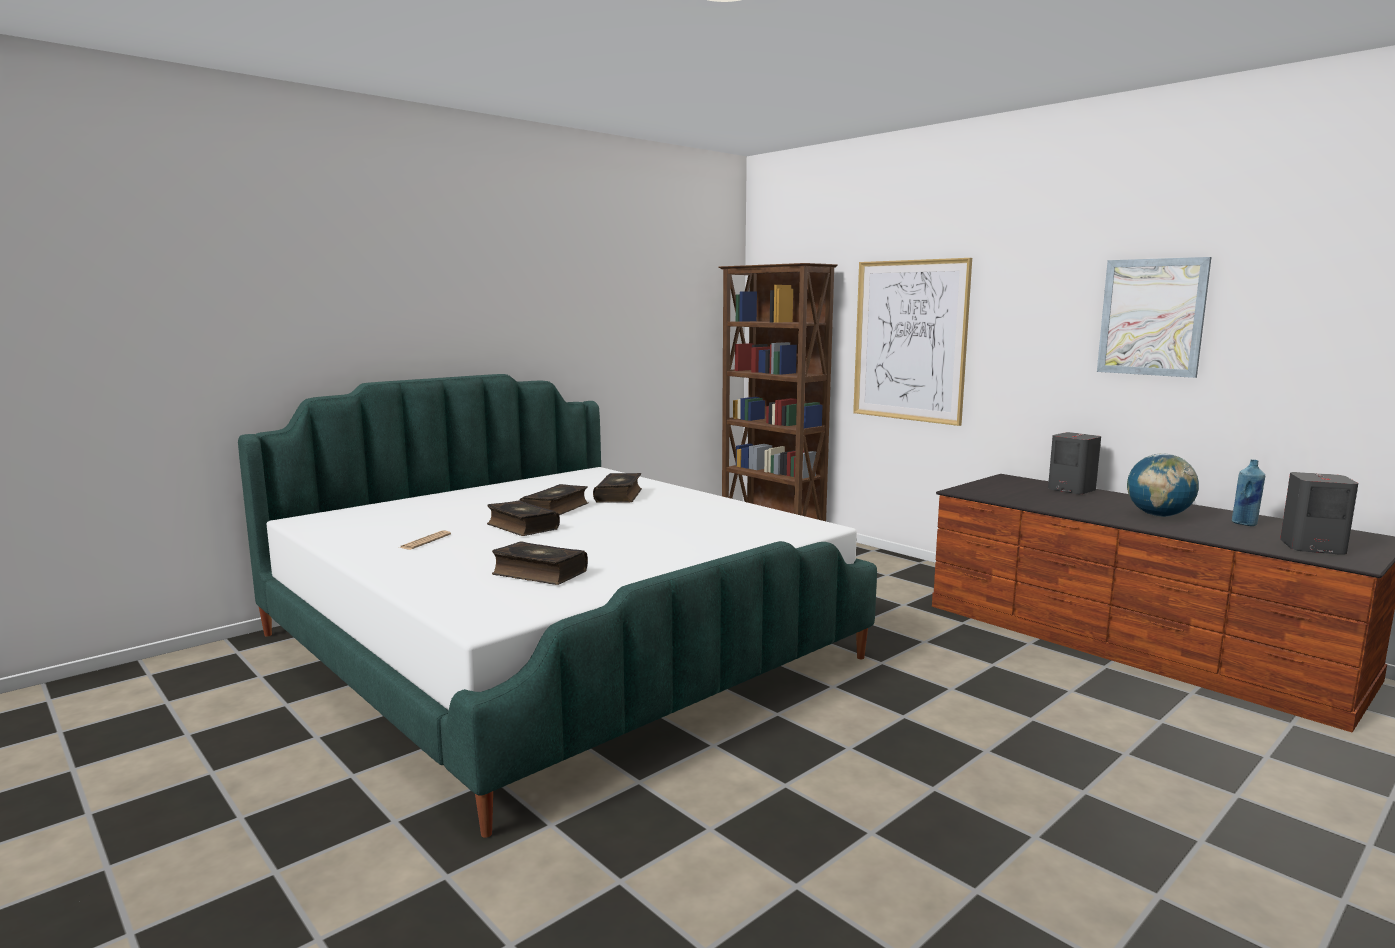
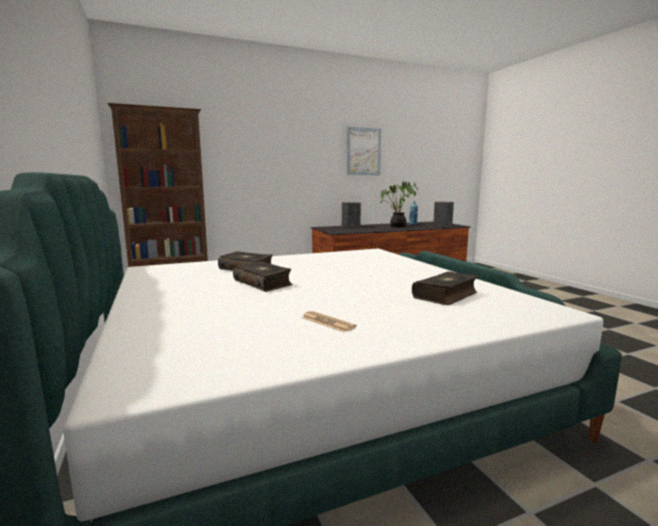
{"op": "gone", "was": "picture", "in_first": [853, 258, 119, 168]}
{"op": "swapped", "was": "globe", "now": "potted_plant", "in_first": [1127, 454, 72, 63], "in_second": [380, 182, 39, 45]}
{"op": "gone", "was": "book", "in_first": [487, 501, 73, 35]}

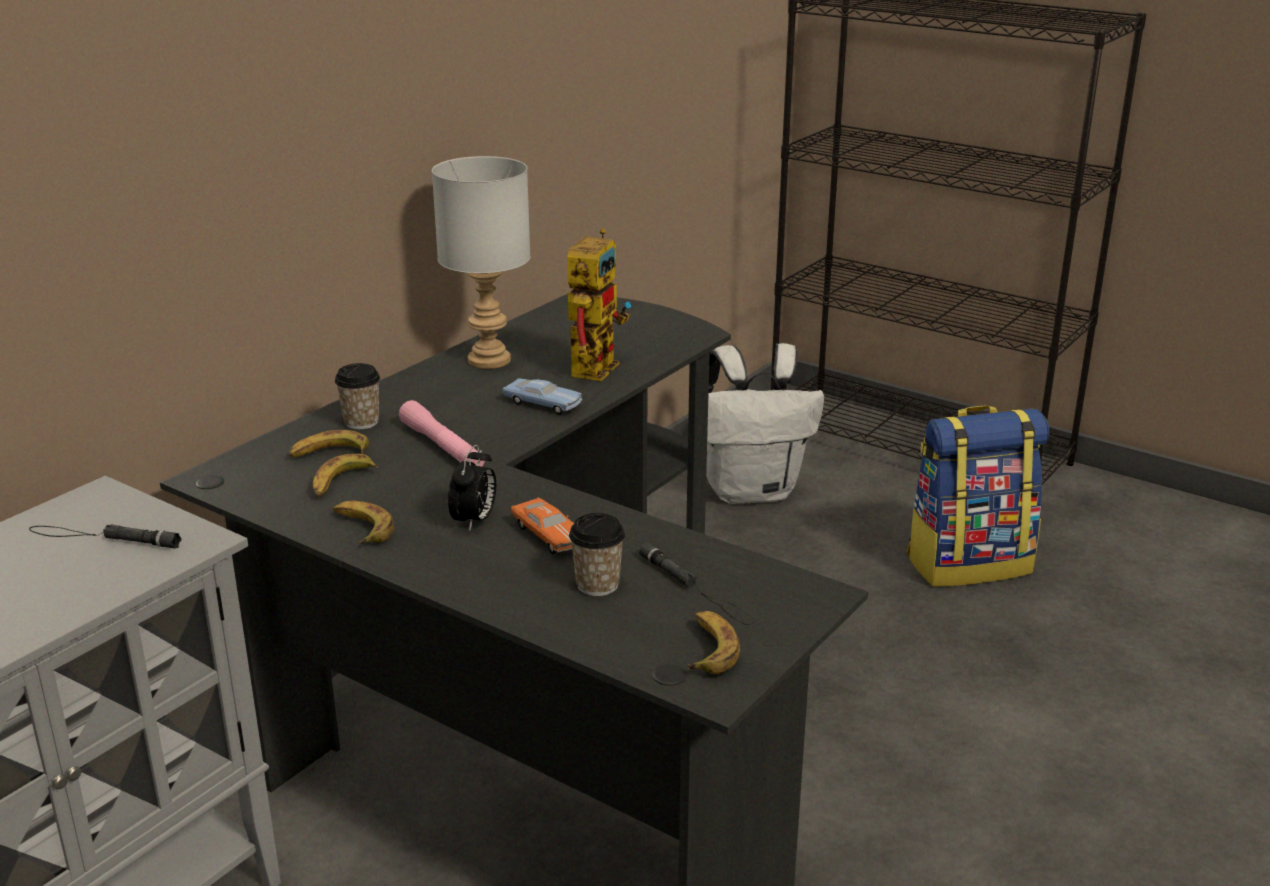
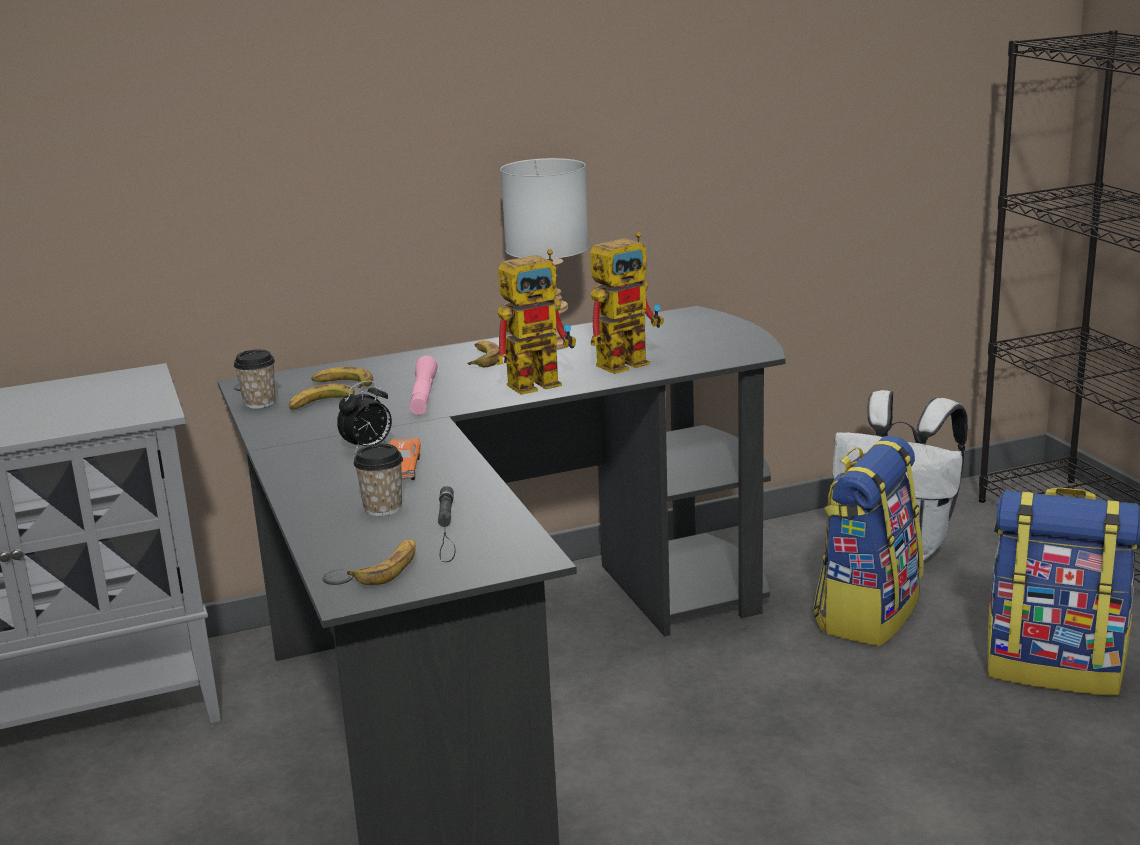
{"op": "shifted", "was": "cup", "in_first": [335, 363, 45, 66], "in_second": [234, 349, 41, 60]}
{"op": "swapped", "was": "blue_toy_car", "now": "toy_robot", "in_first": [502, 378, 80, 37], "in_second": [497, 249, 79, 146]}
{"op": "shifted", "was": "banana", "in_first": [333, 501, 61, 43], "in_second": [467, 341, 32, 26]}
{"op": "gone", "was": "black_flashlight", "in_first": [29, 524, 152, 24]}
{"op": "new", "now": "backpack", "in_second": [813, 436, 110, 210]}

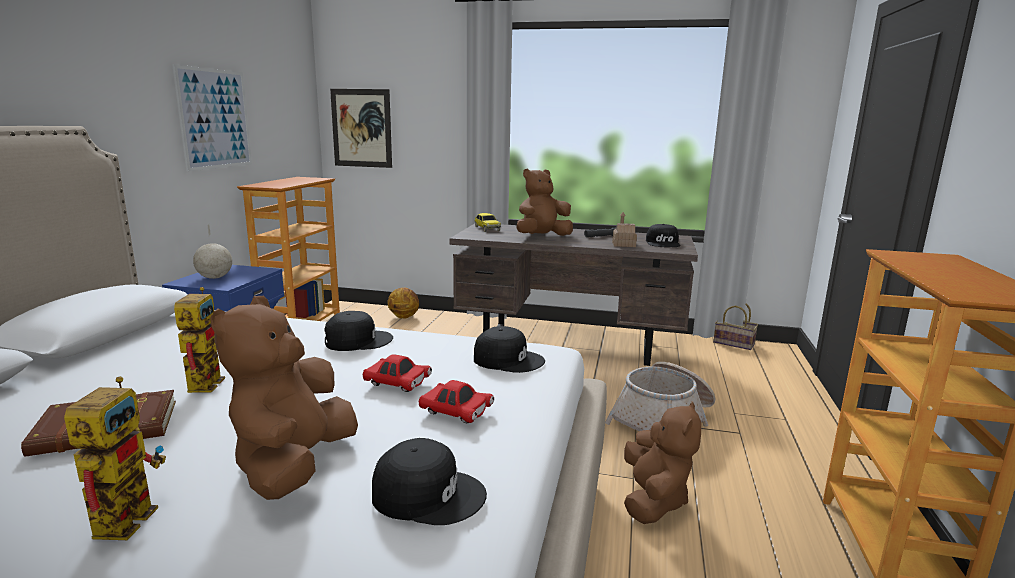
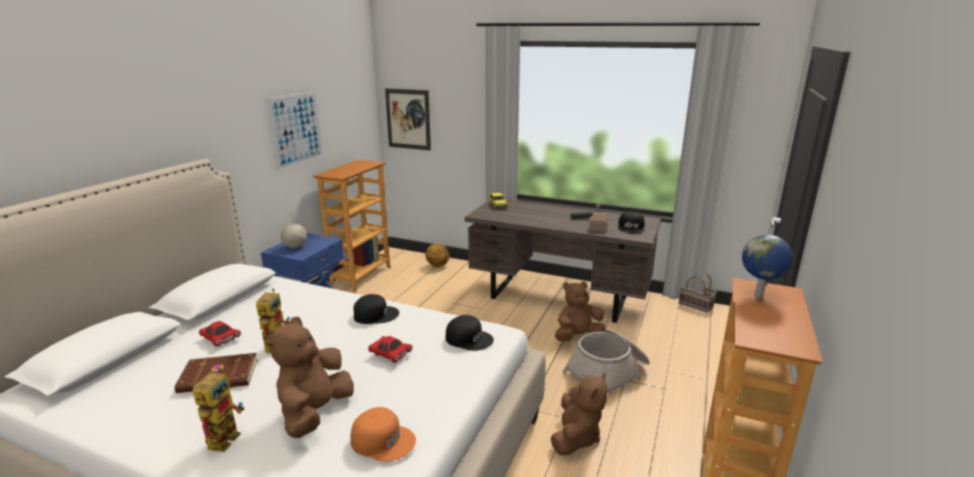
{"op": "shifted", "was": "brown_plush_toy", "in_first": [517, 169, 56, 67], "in_second": [555, 281, 50, 60]}
{"op": "shifted", "was": "red_toy_car", "in_first": [419, 380, 75, 43], "in_second": [199, 321, 42, 25]}
{"op": "repainted", "was": "black_cap", "now": "orange_cap", "in_first": [372, 438, 115, 87], "in_second": [350, 407, 66, 55]}
{"op": "new", "now": "globe", "in_second": [742, 235, 51, 63]}

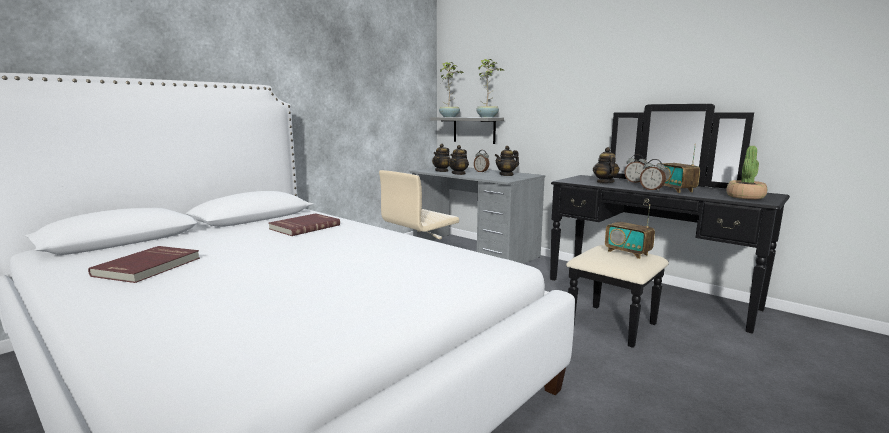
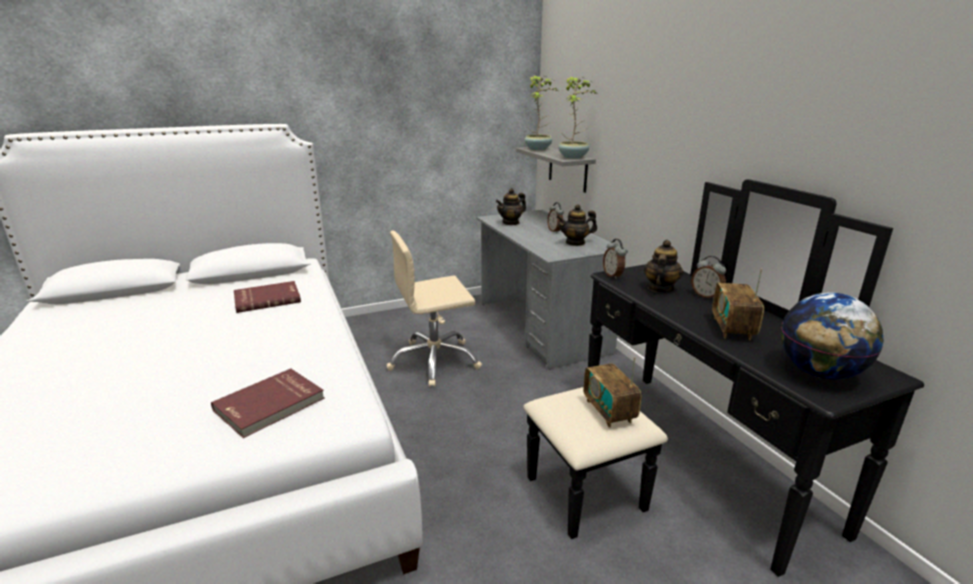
{"op": "gone", "was": "teapot", "in_first": [449, 145, 20, 30]}
{"op": "swapped", "was": "potted_plant", "now": "globe", "in_first": [726, 146, 41, 53], "in_second": [781, 292, 103, 87]}
{"op": "shifted", "was": "alarm_clock", "in_first": [640, 159, 26, 32], "in_second": [603, 239, 23, 40]}
{"op": "shifted", "was": "red_book", "in_first": [88, 246, 112, 37], "in_second": [211, 369, 114, 69]}

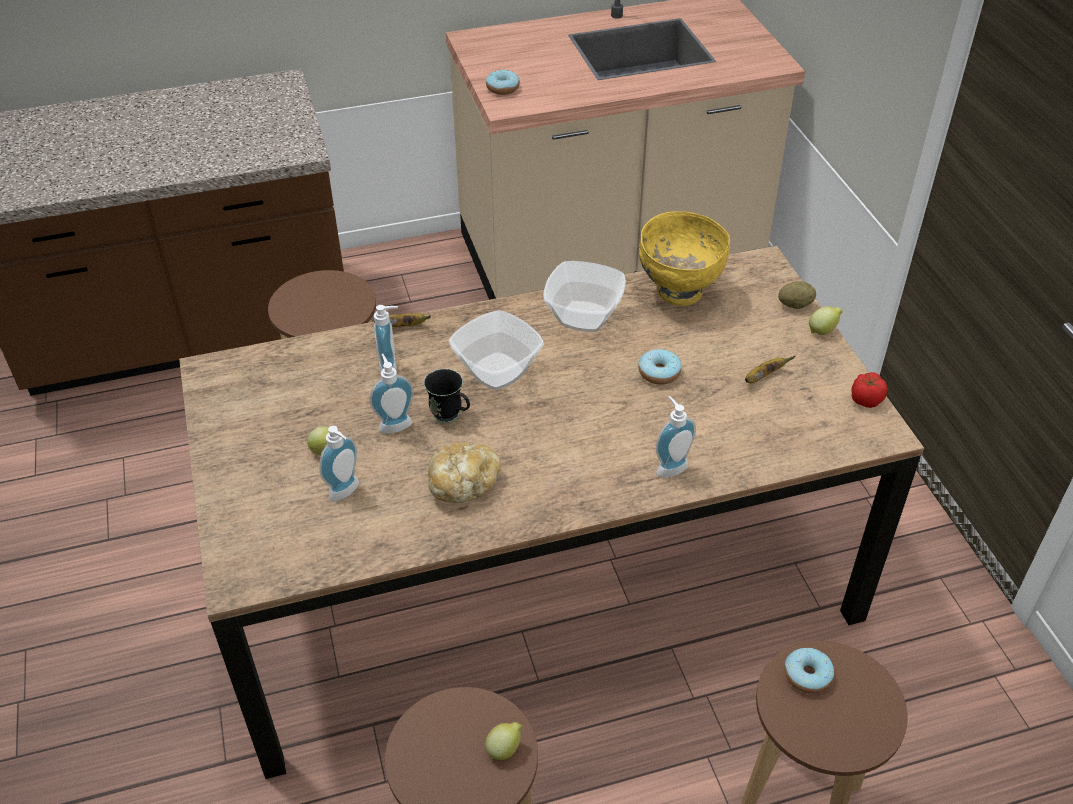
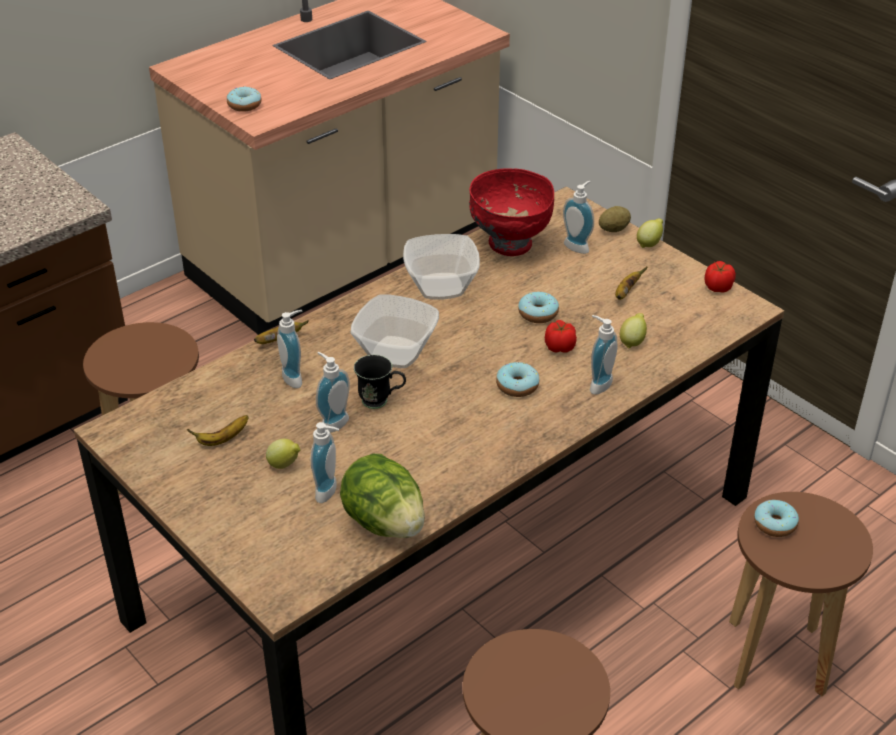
{"op": "repainted", "was": "yellow_bowl", "now": "red_bowl", "in_first": [639, 211, 91, 95], "in_second": [469, 168, 85, 88]}
{"op": "gone", "was": "bread", "in_first": [428, 442, 73, 61]}
{"op": "shifted", "was": "lemon", "in_first": [485, 722, 37, 38], "in_second": [620, 313, 27, 36]}
{"op": "new", "now": "soap_dispenser", "in_second": [563, 181, 31, 73]}
{"op": "new", "now": "tomato", "in_second": [545, 320, 32, 33]}
{"op": "new", "now": "donut", "in_second": [496, 362, 43, 35]}
{"op": "new", "now": "banana", "in_second": [187, 415, 62, 31]}
{"op": "new", "now": "lettuce", "in_second": [340, 454, 85, 84]}

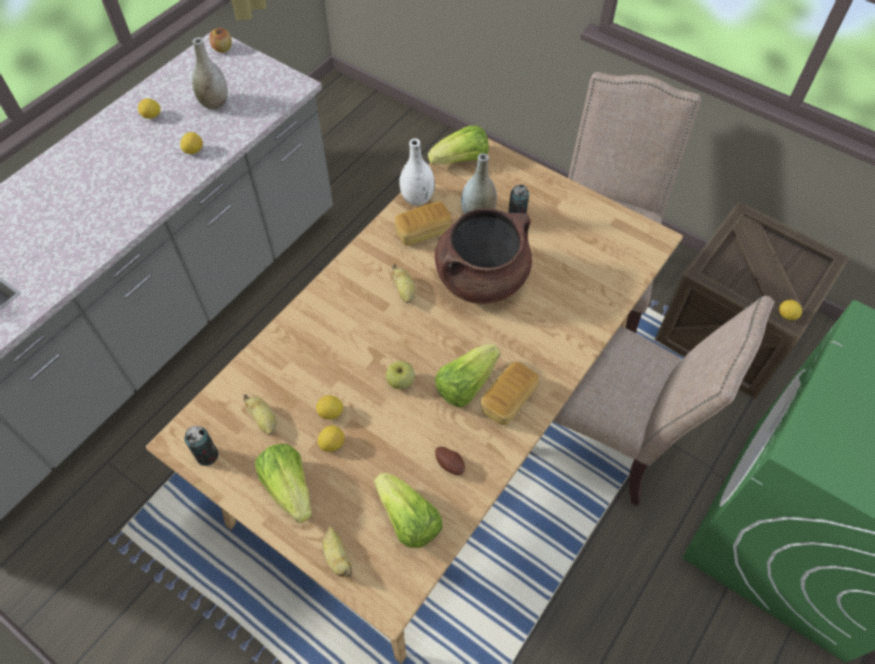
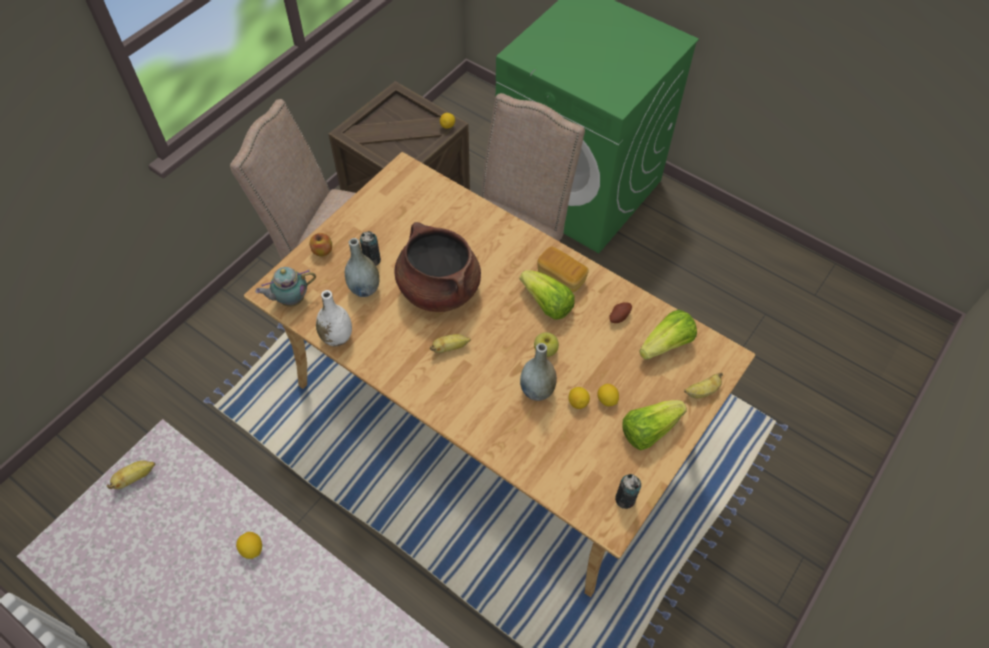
{"op": "shifted", "was": "apple", "in_first": [210, 28, 22, 25], "in_second": [310, 233, 22, 24]}
{"op": "shifted", "was": "grey_vase", "in_first": [192, 37, 36, 73], "in_second": [520, 343, 37, 58]}
{"op": "gone", "was": "lemon", "in_first": [138, 98, 22, 21]}
{"op": "swapped", "was": "lettuce", "now": "teapot", "in_first": [428, 125, 61, 39], "in_second": [255, 267, 61, 40]}
{"op": "gone", "was": "bread", "in_first": [394, 201, 57, 45]}
{"op": "shifted", "was": "banana", "in_first": [243, 394, 33, 42], "in_second": [107, 461, 49, 28]}

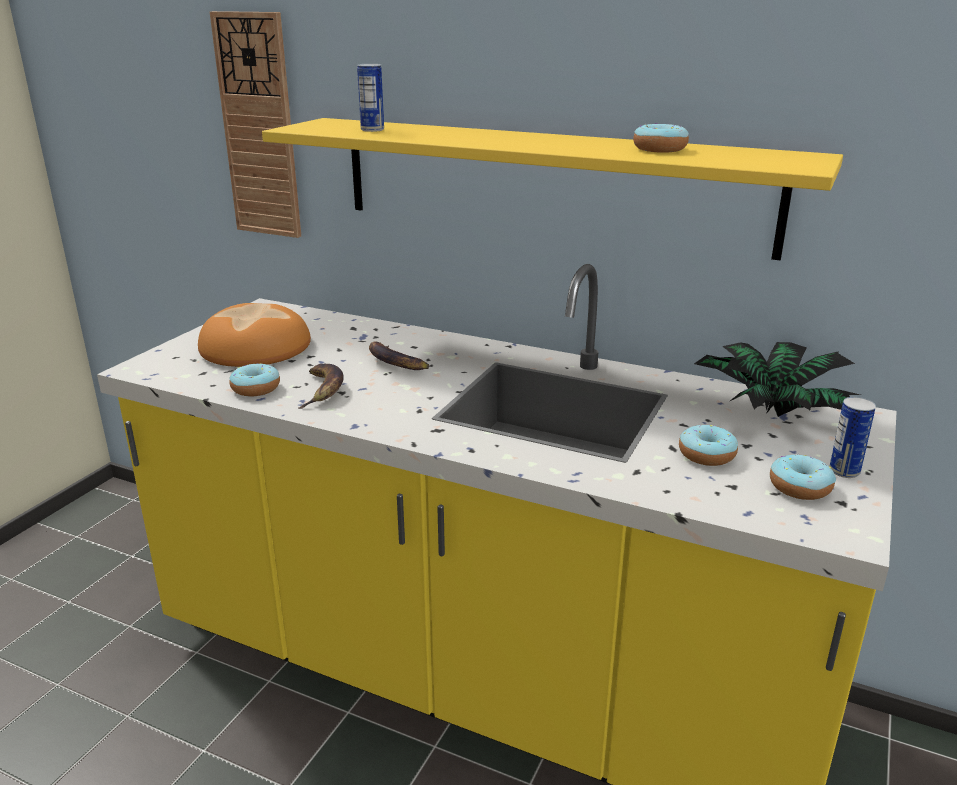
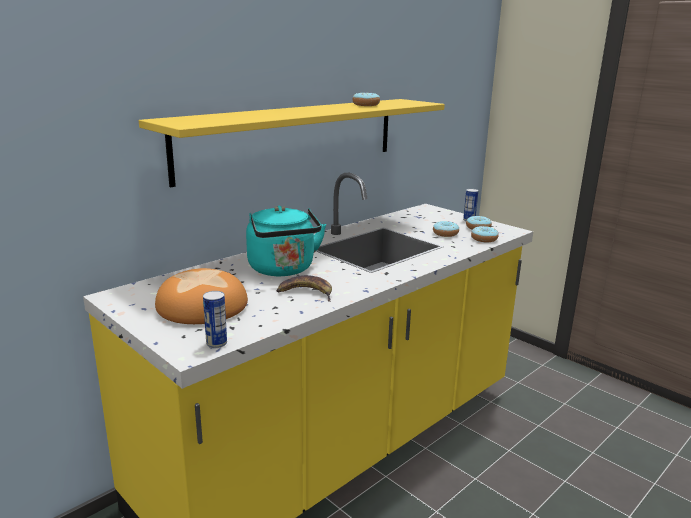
{"op": "gone", "was": "wall_clock", "in_first": [210, 11, 91, 227]}
{"op": "shifted", "was": "can", "in_first": [357, 64, 27, 68], "in_second": [203, 291, 24, 57]}
{"op": "swapped", "was": "banana", "now": "turquoise_kettle", "in_first": [369, 342, 60, 28], "in_second": [246, 206, 80, 70]}
{"op": "gone", "was": "potted_plant", "in_first": [694, 342, 166, 75]}
{"op": "shifted", "was": "donut", "in_first": [229, 363, 51, 33], "in_second": [471, 226, 27, 16]}

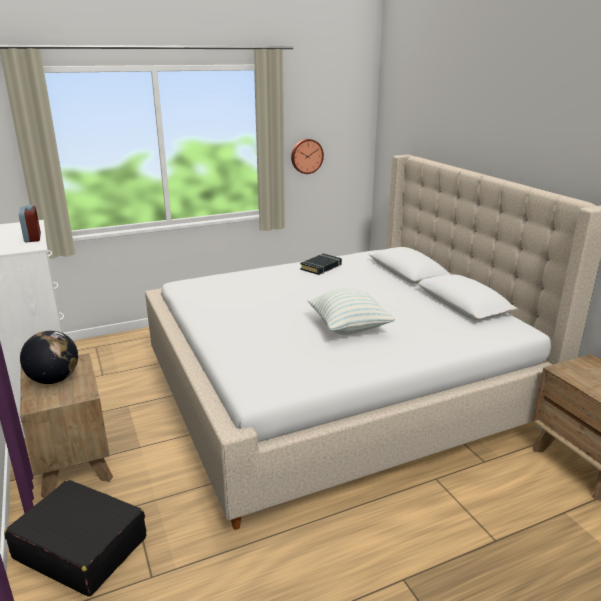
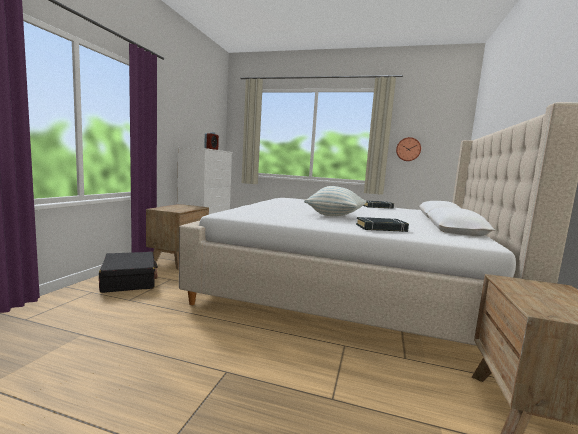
{"op": "gone", "was": "globe", "in_first": [20, 331, 58, 53]}
{"op": "new", "now": "black_book", "in_second": [356, 217, 53, 15]}

